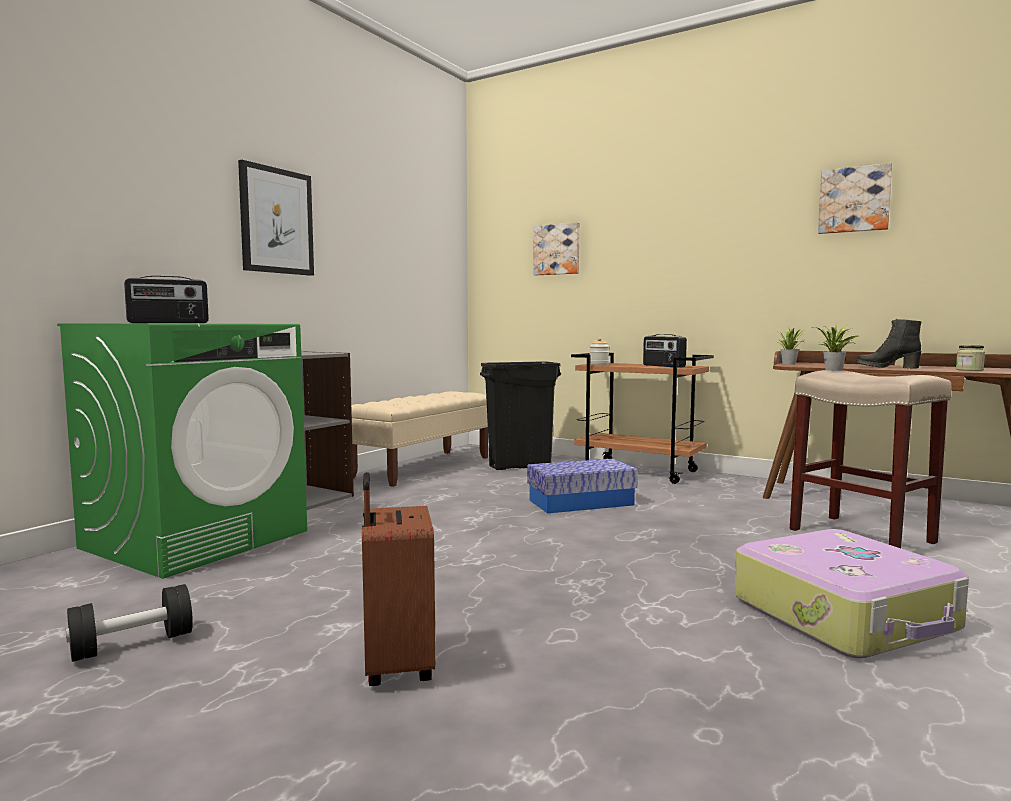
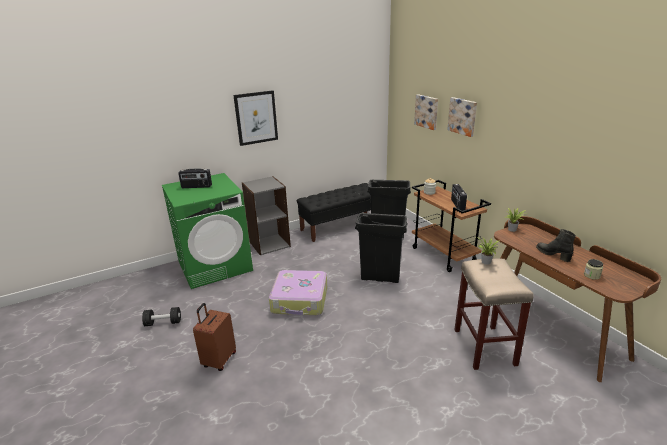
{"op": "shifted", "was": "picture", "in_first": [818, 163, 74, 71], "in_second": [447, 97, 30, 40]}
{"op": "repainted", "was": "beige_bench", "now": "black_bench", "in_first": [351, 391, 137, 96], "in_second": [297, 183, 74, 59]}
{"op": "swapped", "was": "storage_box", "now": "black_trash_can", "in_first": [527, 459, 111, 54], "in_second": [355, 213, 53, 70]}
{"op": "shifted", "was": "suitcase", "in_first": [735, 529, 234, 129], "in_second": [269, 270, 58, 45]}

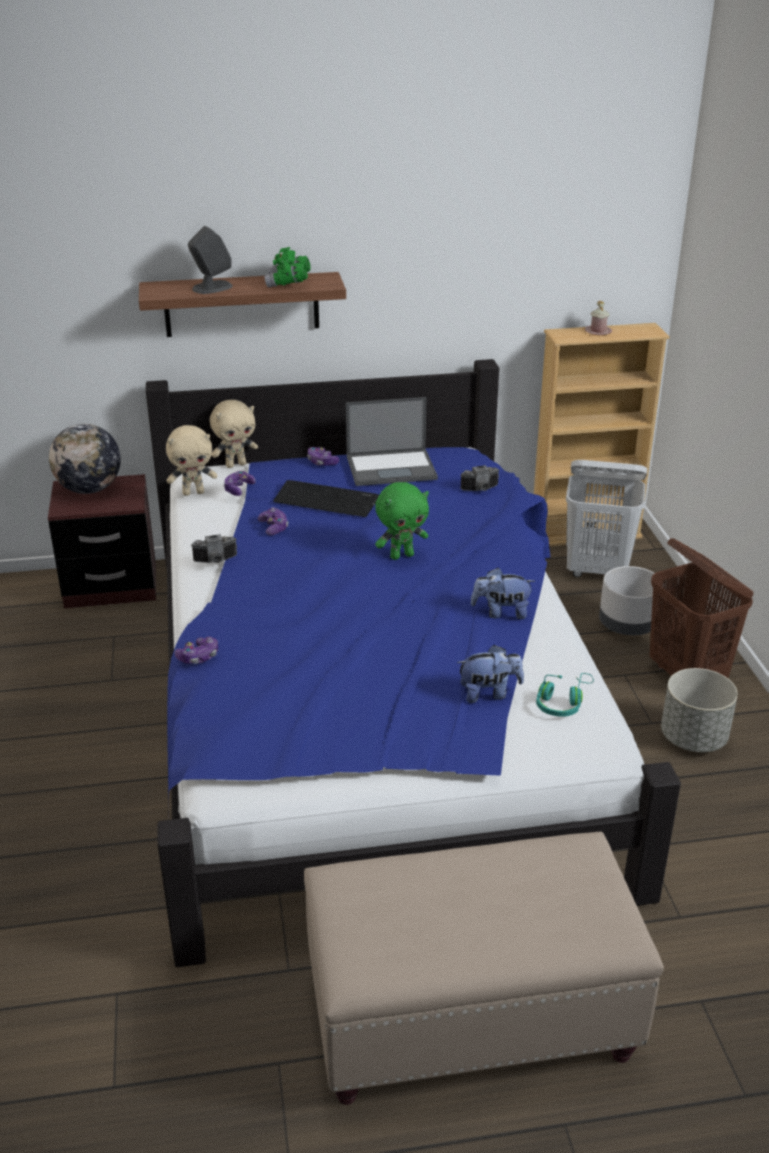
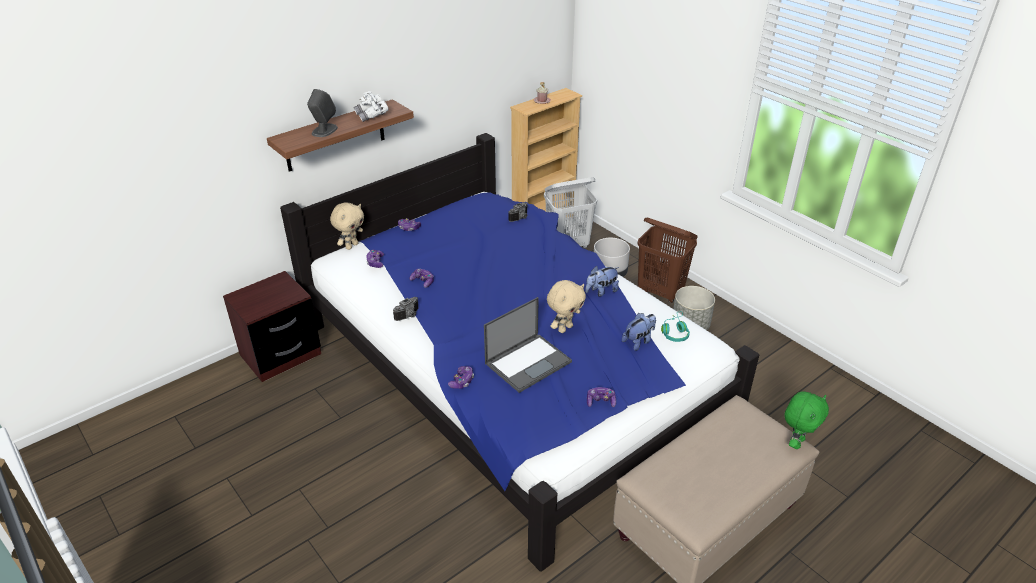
{"op": "repainted", "was": "green_binoculars", "now": "white_binoculars", "in_first": [265, 247, 46, 41], "in_second": [353, 91, 35, 31]}
{"op": "shifted", "was": "laptop", "in_first": [346, 397, 92, 89], "in_second": [484, 297, 88, 96]}
{"op": "gone", "was": "globe", "in_first": [49, 424, 72, 70]}
{"op": "shifted", "was": "beige_plush_toy", "in_first": [166, 425, 51, 71], "in_second": [547, 280, 39, 53]}
{"op": "gone", "was": "keyboard", "in_first": [273, 480, 106, 37]}
{"op": "shifted", "was": "green_plush_toy", "in_first": [375, 482, 54, 78], "in_second": [785, 391, 44, 58]}
{"op": "new", "now": "game_controller", "in_second": [587, 387, 29, 20]}

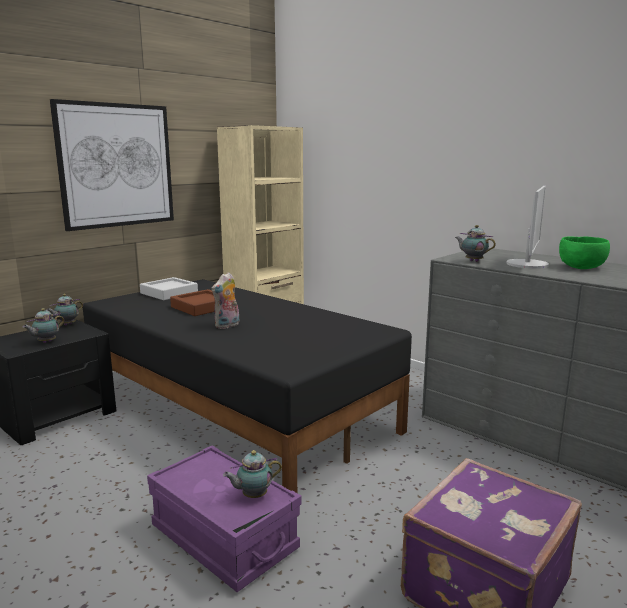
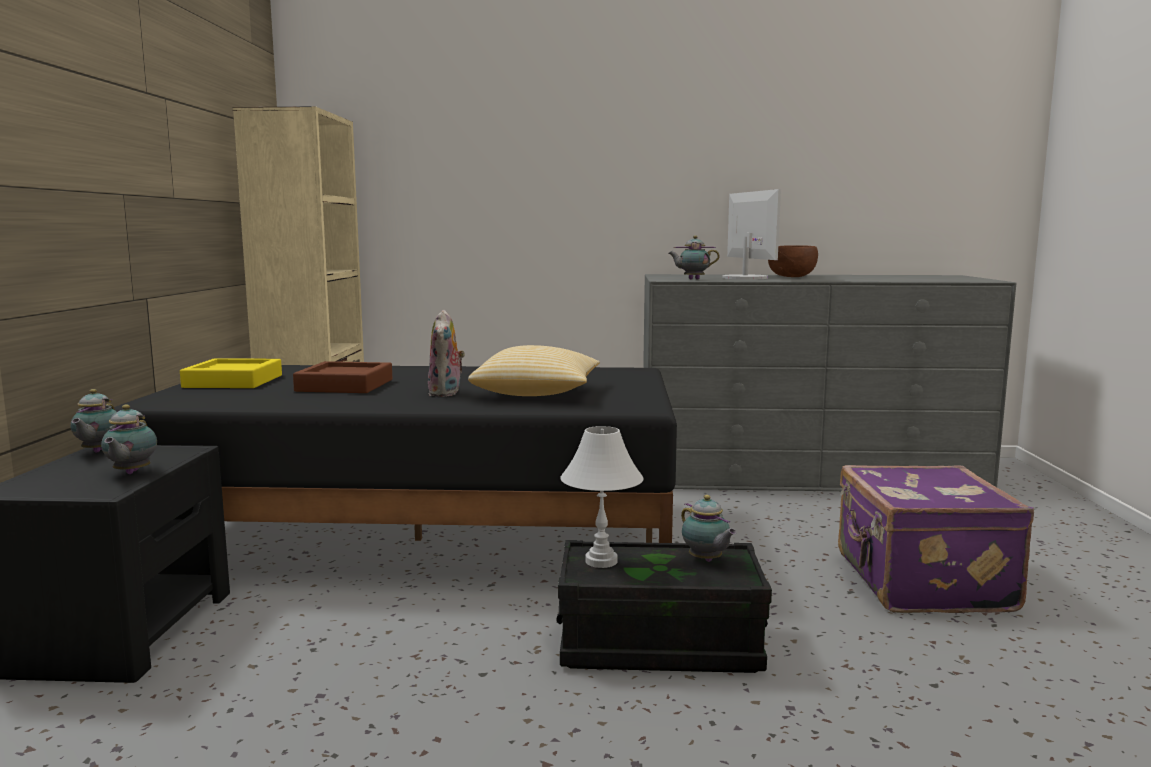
{"op": "gone", "was": "picture", "in_first": [50, 99, 124, 132]}
{"op": "repainted", "was": "green_bowl", "now": "brown_bowl", "in_first": [559, 236, 51, 33], "in_second": [768, 245, 50, 32]}
{"op": "repainted", "was": "grey_tray", "now": "yellow_tray", "in_first": [140, 277, 58, 23], "in_second": [180, 358, 102, 30]}
{"op": "repainted", "was": "purple_storage_box", "now": "black_storage_box", "in_first": [147, 446, 155, 146], "in_second": [556, 540, 216, 133]}
{"op": "rotated", "was": "teapot", "in_first": [223, 450, 59, 48], "in_second": [681, 495, 56, 67], "clockwise": -60}
{"op": "new", "now": "pillow", "in_second": [468, 345, 132, 51]}
{"op": "new", "now": "white_table_lamp", "in_second": [560, 426, 84, 142]}

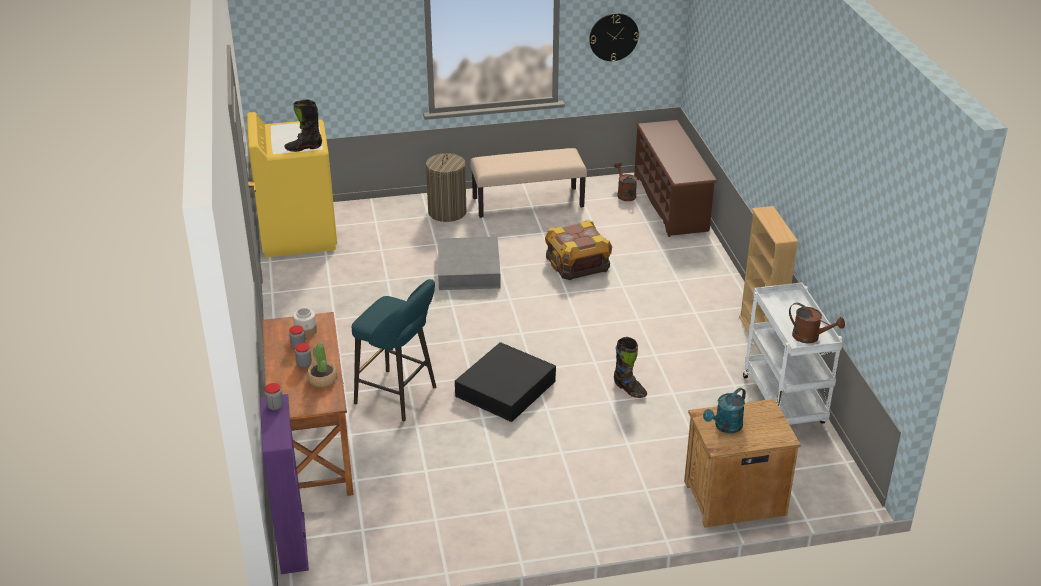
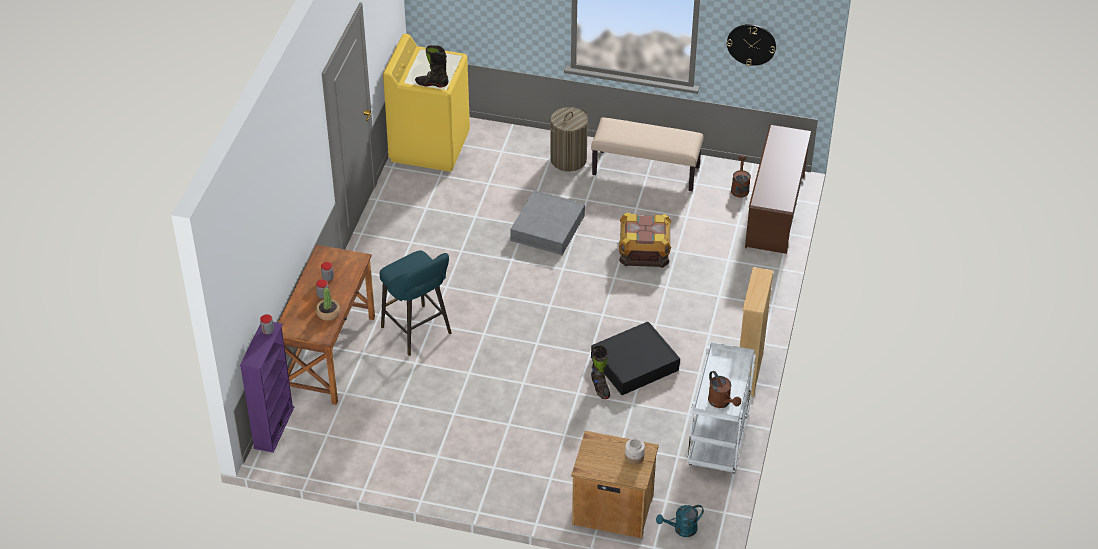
{"op": "shifted", "was": "jar", "in_first": [293, 308, 24, 30], "in_second": [625, 438, 20, 27]}
{"op": "shifted", "was": "black_storage_box", "in_first": [455, 342, 101, 80], "in_second": [591, 321, 89, 74]}
{"op": "shifted", "was": "turquoise_watering_can", "in_first": [703, 388, 43, 45], "in_second": [656, 505, 48, 32]}

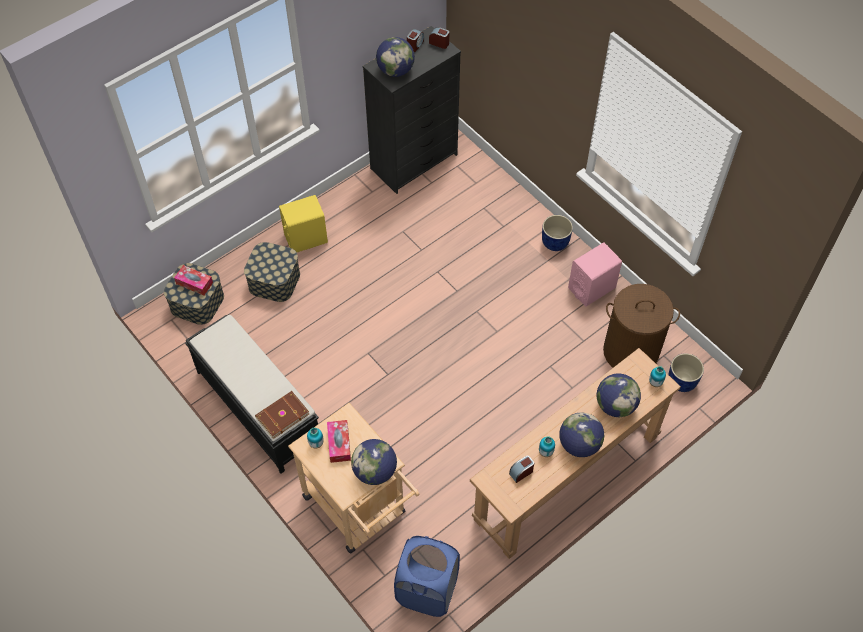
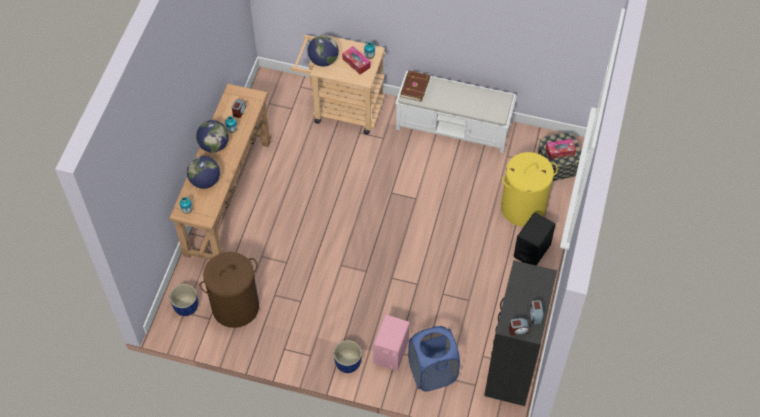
{"op": "gone", "was": "globe", "in_first": [376, 37, 39, 40]}
{"op": "repainted", "was": "yellow_speaker", "now": "black_speaker", "in_first": [279, 195, 49, 57], "in_second": [514, 212, 42, 54]}
{"op": "swapped", "was": "storage_box", "now": "yellow_laundry_basket", "in_first": [244, 242, 56, 60], "in_second": [501, 152, 57, 74]}
{"op": "shifted", "was": "pink_speaker", "in_first": [568, 242, 54, 65], "in_second": [373, 315, 37, 56]}
{"op": "repainted", "was": "black_bench", "now": "white_bench", "in_first": [185, 315, 134, 159], "in_second": [395, 71, 122, 82]}
{"op": "shifted", "was": "blue_laundry_basket", "in_first": [394, 536, 66, 81], "in_second": [408, 326, 52, 66]}

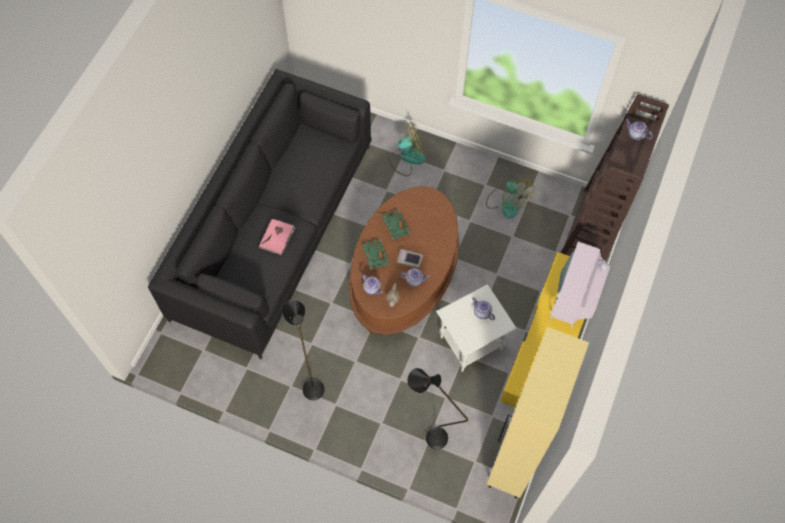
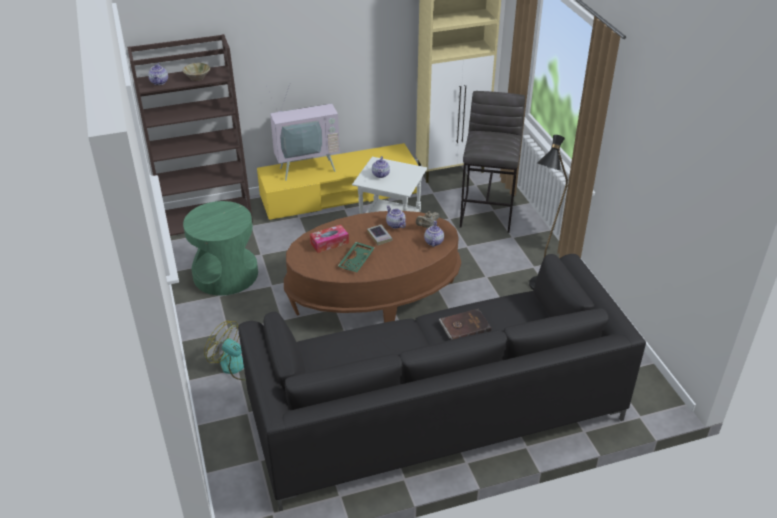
{"op": "swapped", "was": "fan", "now": "green_side_table", "in_first": [486, 179, 48, 40], "in_second": [183, 201, 75, 95]}
{"op": "repainted", "was": "pink_book", "now": "brown_book", "in_first": [259, 219, 37, 36], "in_second": [439, 309, 52, 31]}
{"op": "gone", "was": "green_tray", "in_first": [362, 239, 28, 31]}
{"op": "swapped", "was": "black_floor_lamp", "now": "grey_stool", "in_first": [407, 368, 61, 81], "in_second": [460, 91, 65, 142]}
{"op": "new", "now": "beige_bowl", "in_second": [182, 63, 28, 18]}
{"op": "new", "now": "tissue_box", "in_second": [310, 225, 39, 28]}

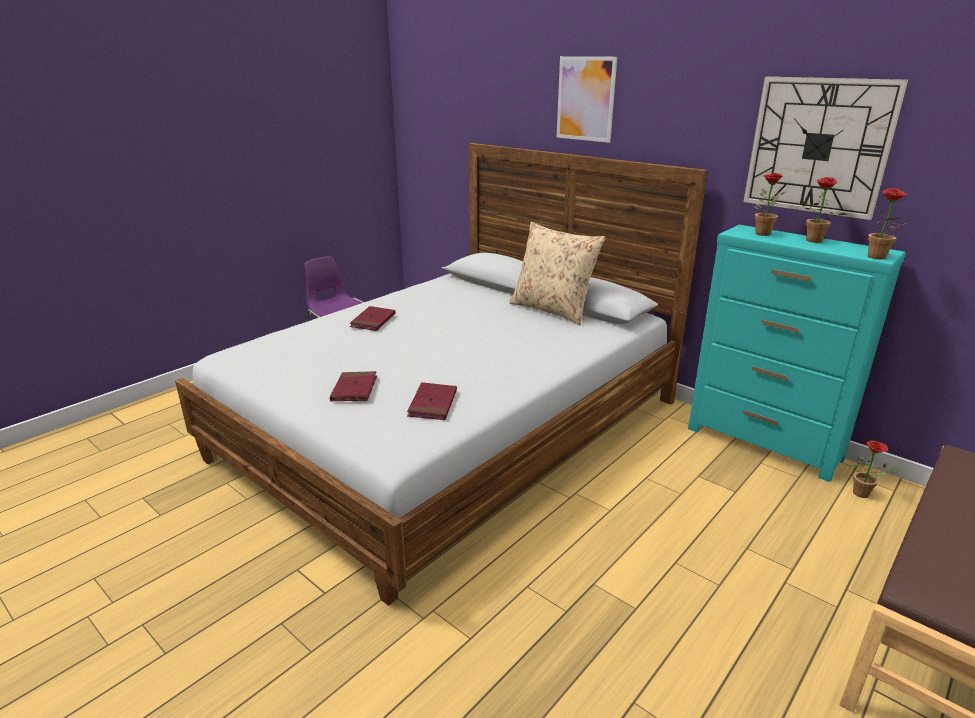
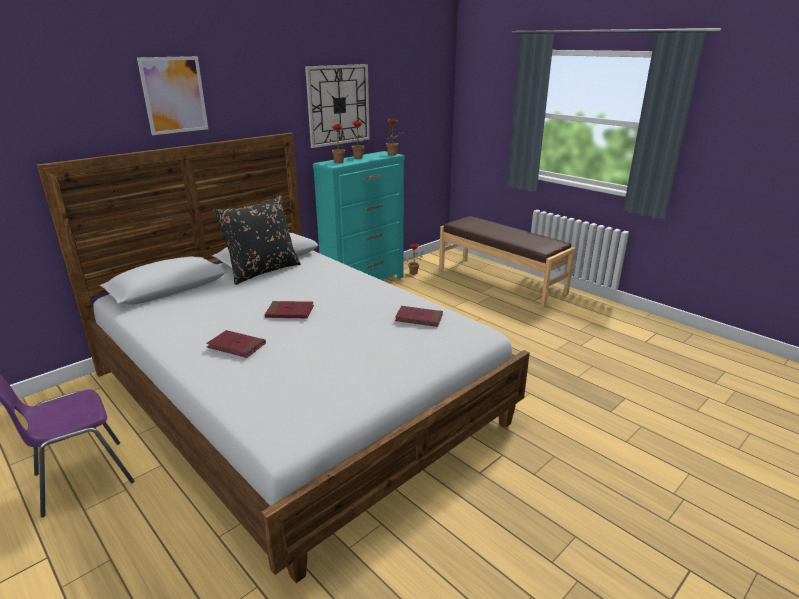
{"op": "repainted", "was": "beige_pillow", "now": "black_pillow", "in_first": [509, 222, 97, 103], "in_second": [213, 195, 88, 90]}
{"op": "shifted", "was": "red_book", "in_first": [330, 371, 47, 31], "in_second": [265, 301, 49, 18]}

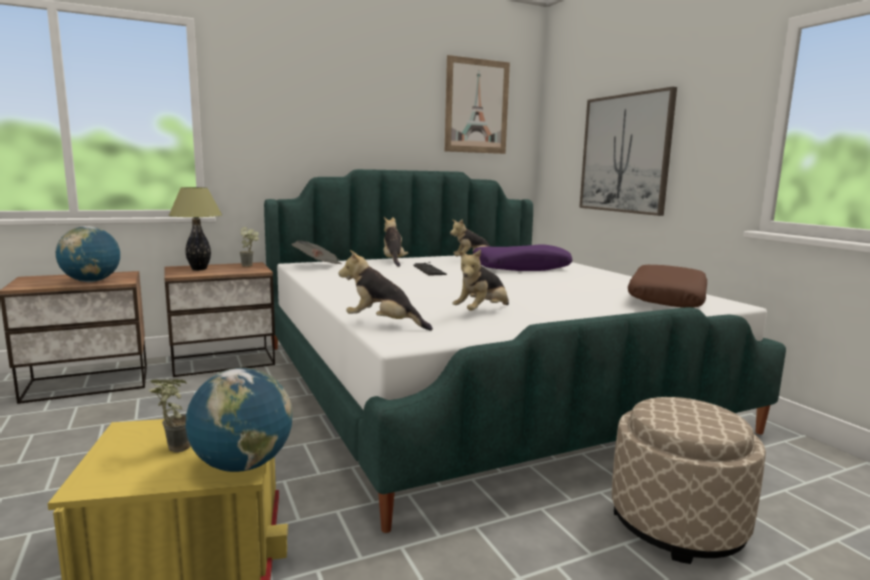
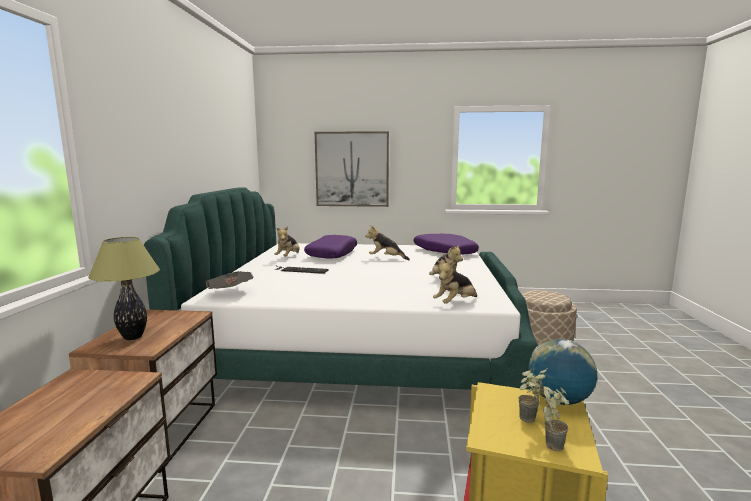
{"op": "gone", "was": "picture", "in_first": [445, 55, 65, 99]}
{"op": "shifted", "was": "plush_toy", "in_first": [383, 217, 25, 50], "in_second": [365, 225, 45, 35]}
{"op": "gone", "was": "globe", "in_first": [55, 226, 65, 56]}
{"op": "shifted", "was": "potted_plant", "in_first": [240, 227, 19, 40], "in_second": [543, 386, 27, 65]}
{"op": "repainted", "was": "brown_pillow", "now": "purple_pillow", "in_first": [628, 265, 79, 43], "in_second": [413, 234, 66, 21]}

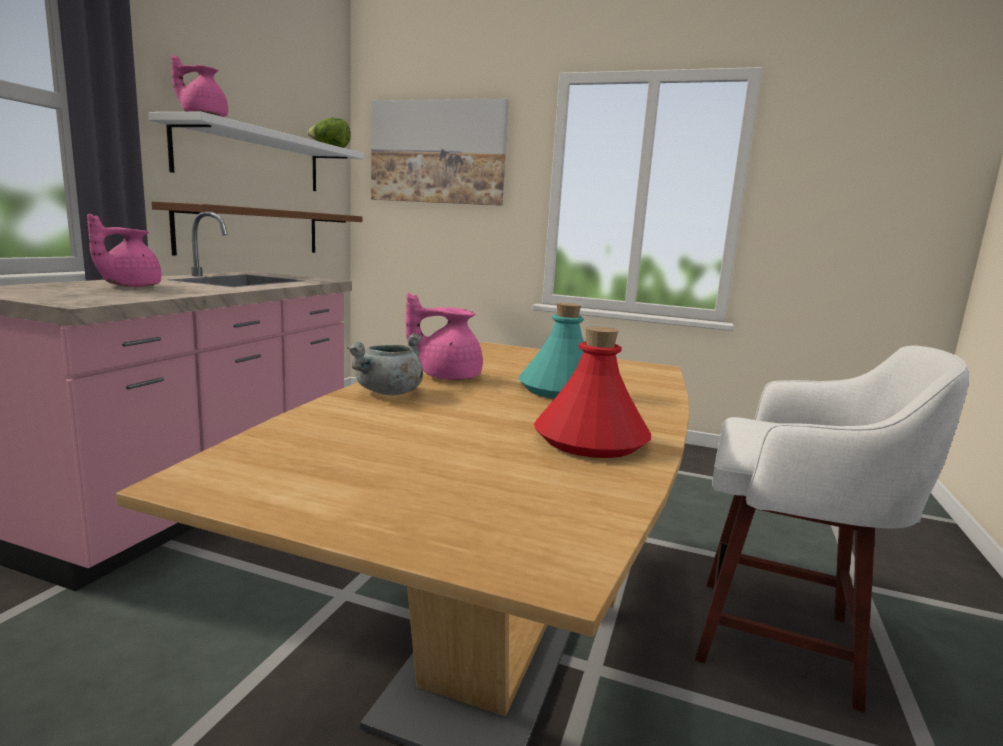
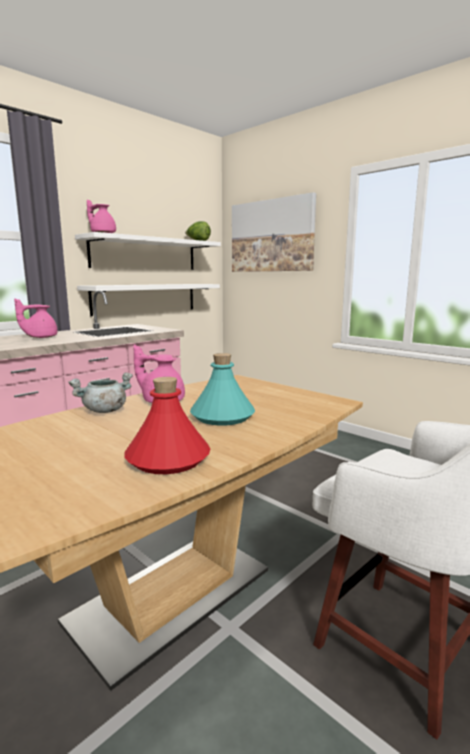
{"op": "repainted", "was": "brown_shelf", "now": "white_shelf", "in_first": [152, 201, 210, 55], "in_second": [77, 284, 143, 32]}

